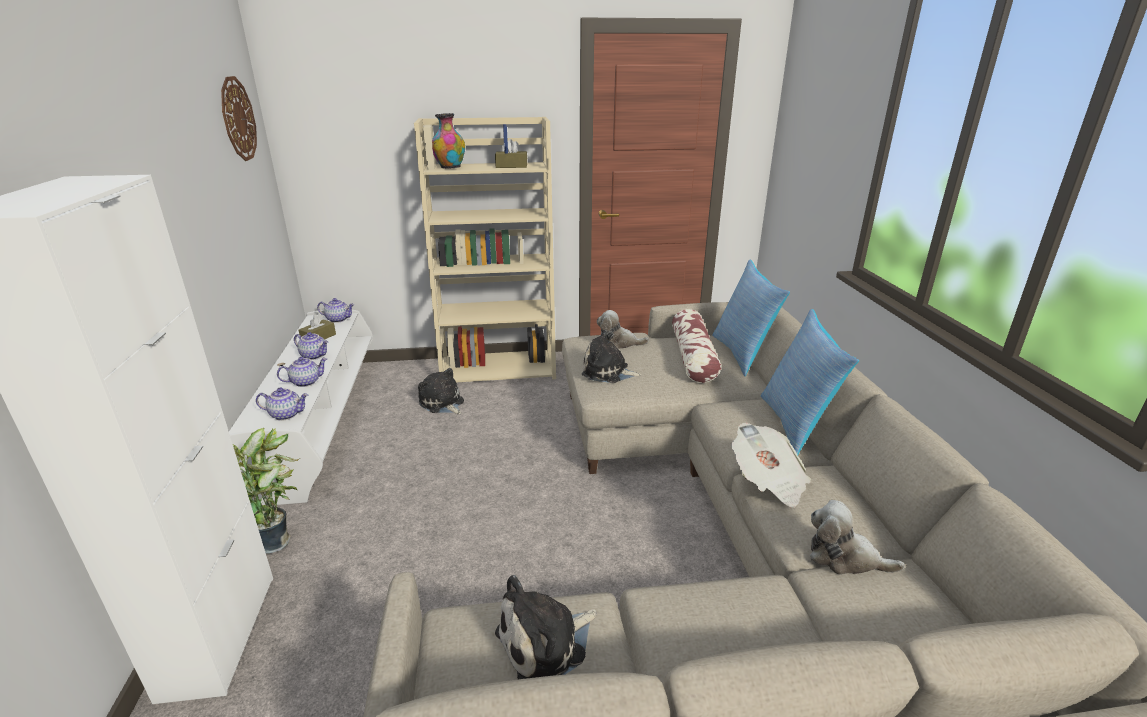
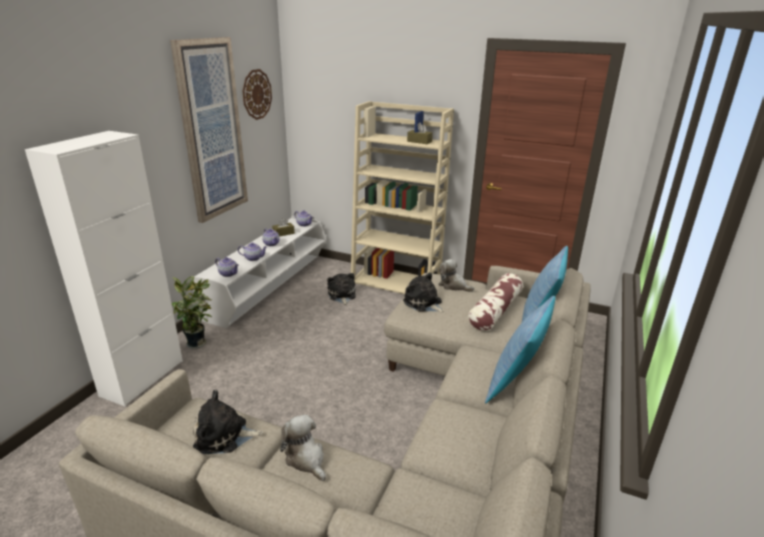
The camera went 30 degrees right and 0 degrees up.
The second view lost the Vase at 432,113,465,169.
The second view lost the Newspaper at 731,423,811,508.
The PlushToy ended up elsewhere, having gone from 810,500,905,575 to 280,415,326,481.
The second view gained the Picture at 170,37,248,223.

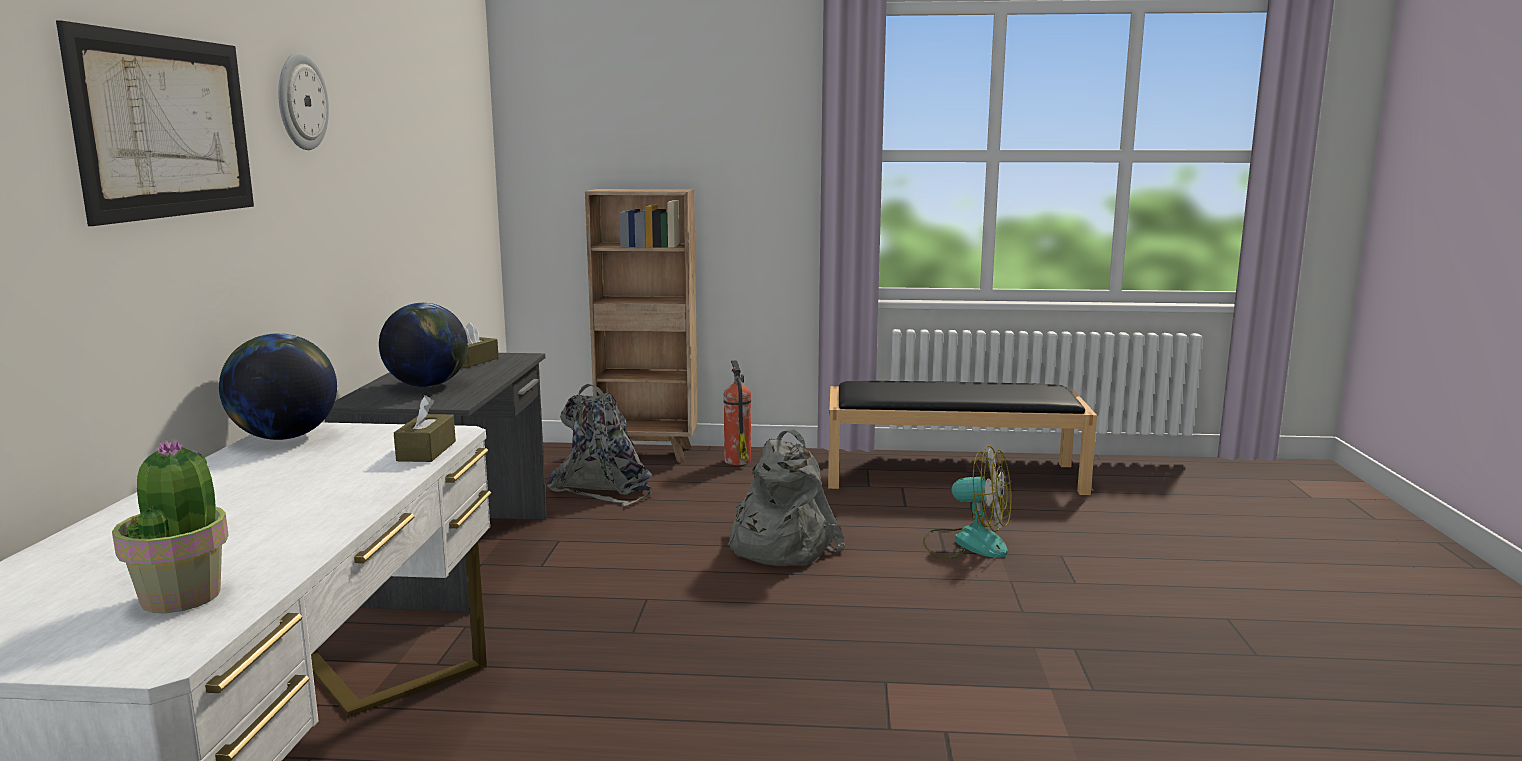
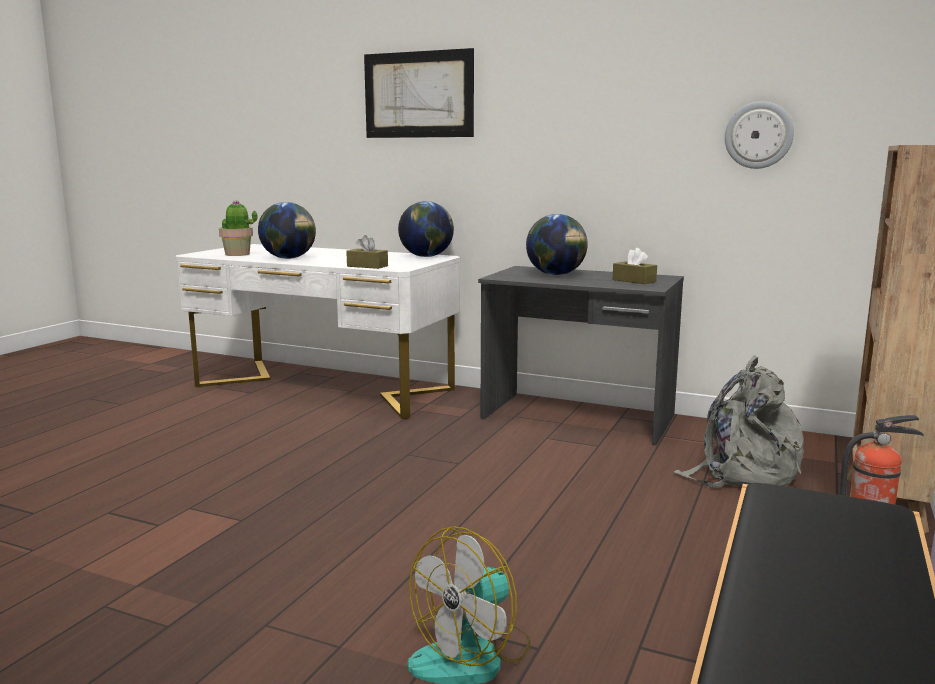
The camera went 110 degrees right and 0 degrees up.
The WallClock ended up elsewhere, having gone from 278,53,329,150 to 725,101,794,169.
The second view lost the GreyBackpack at 727,429,845,566.
The second view gained the Globe at 258,202,316,259.

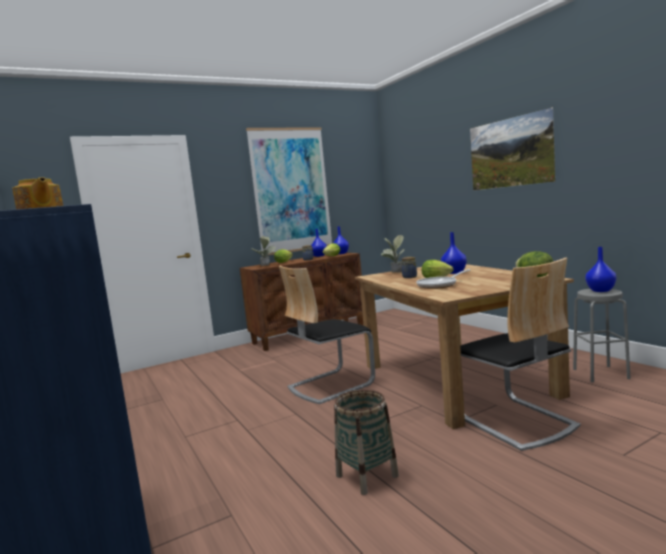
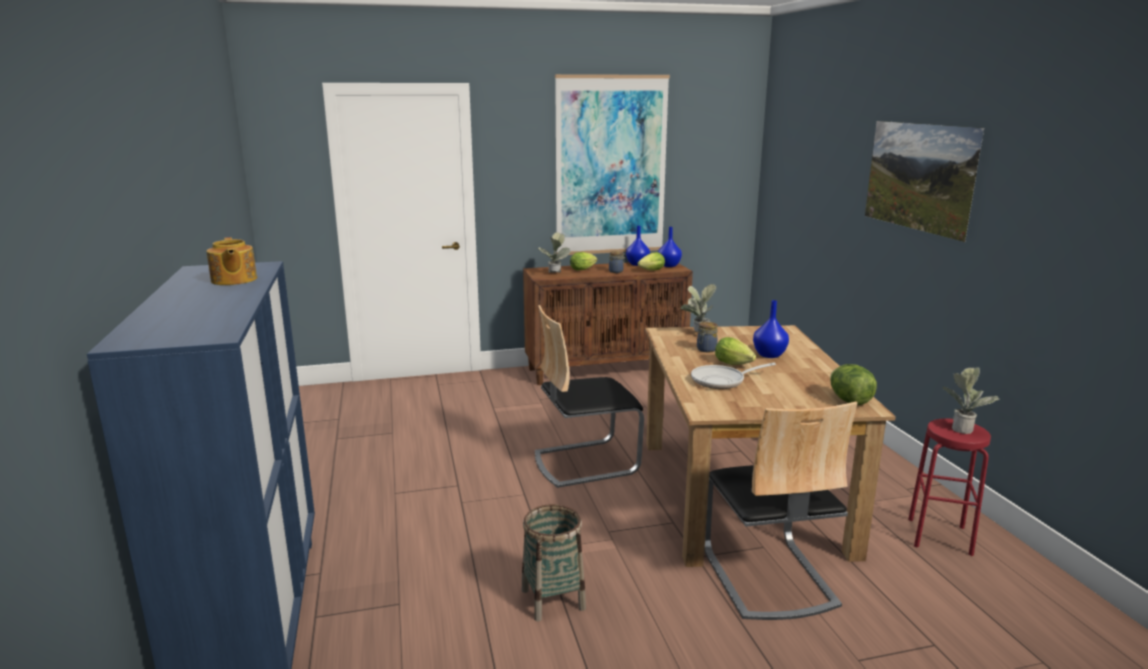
The camera went 15 degrees right and 10 degrees up.
What was the GreyStool at 573,289,631,383 turned into the RedStool at 908,418,991,556.
Where the BlueVase stood at 585,247,617,292, the PottedPlant came to stand at 943,367,1000,434.

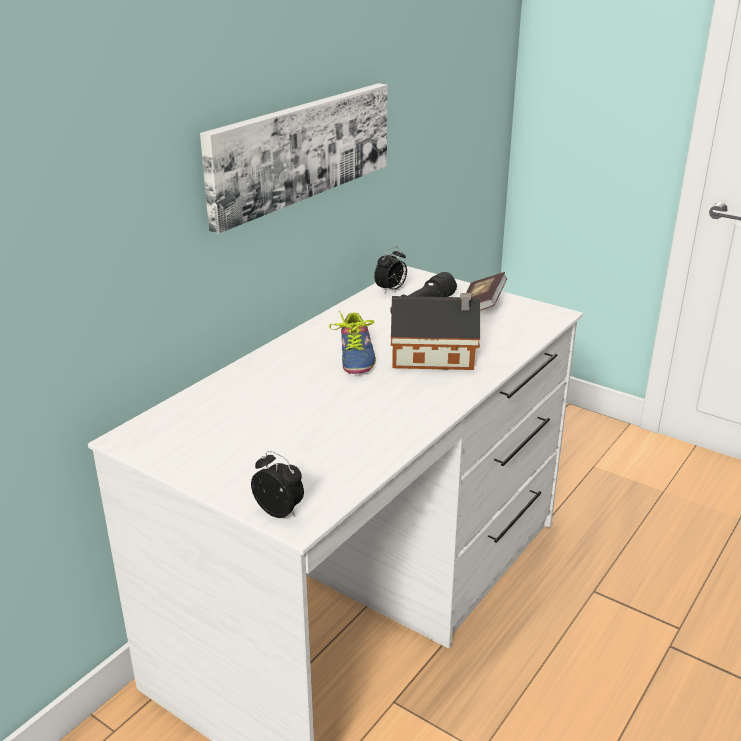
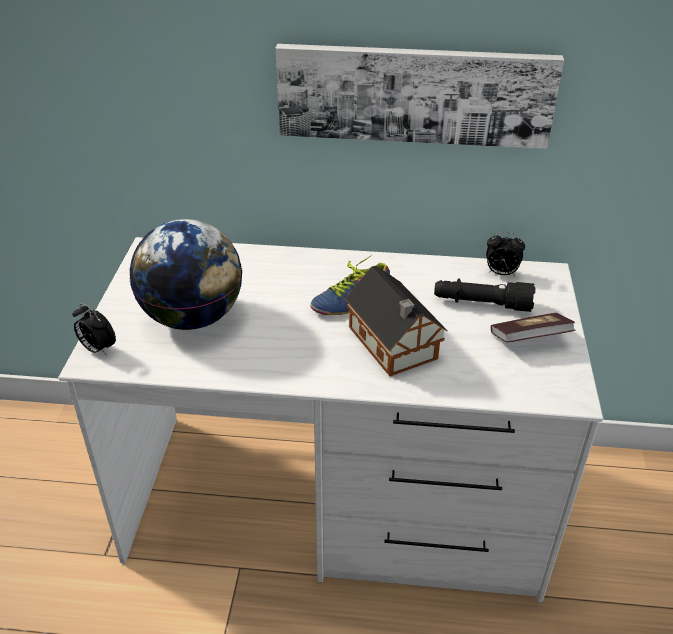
The camera went 60 degrees right and 10 degrees up.
The AlarmClock at 251,451,304,518 ended up facing another way, 120 degrees clockwise from before.
The second view gained the Globe at 130,219,242,330.

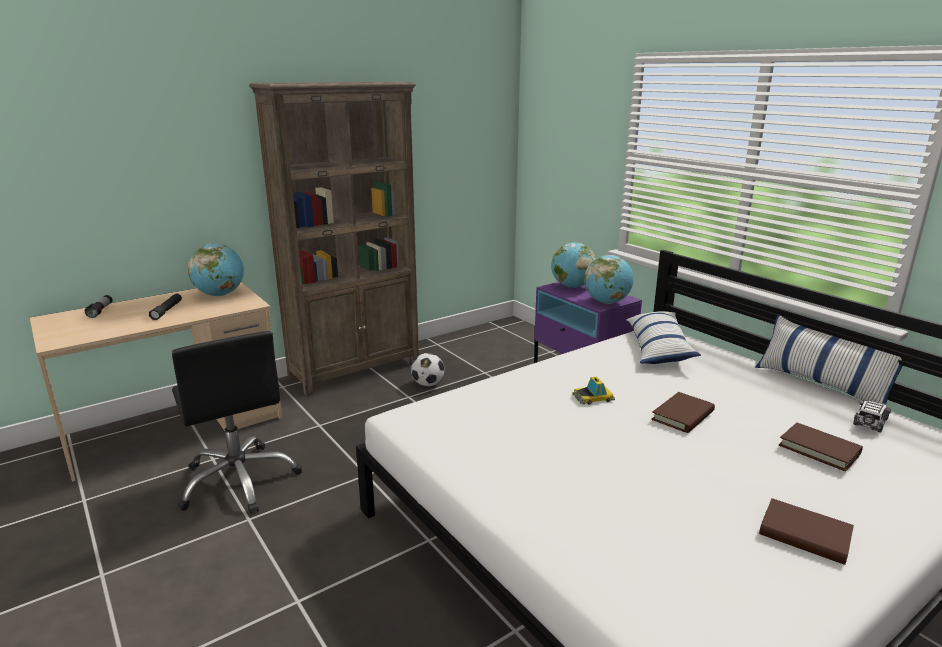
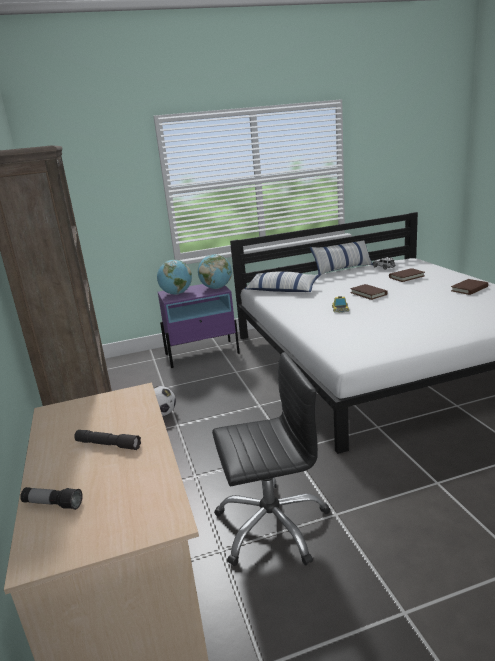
The camera went 70 degrees left and 0 degrees up.
The second view lost the Globe at 188,244,244,296.

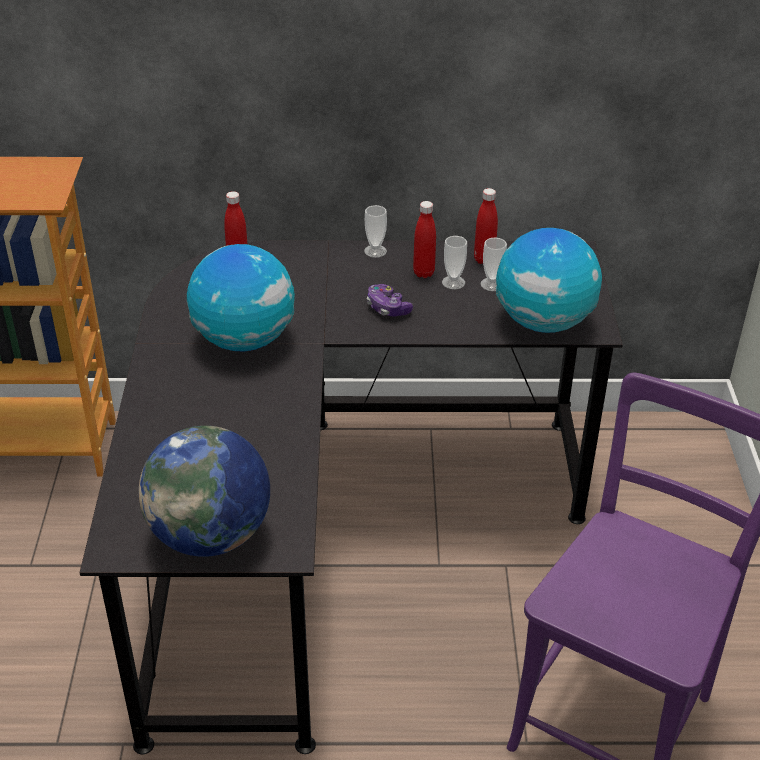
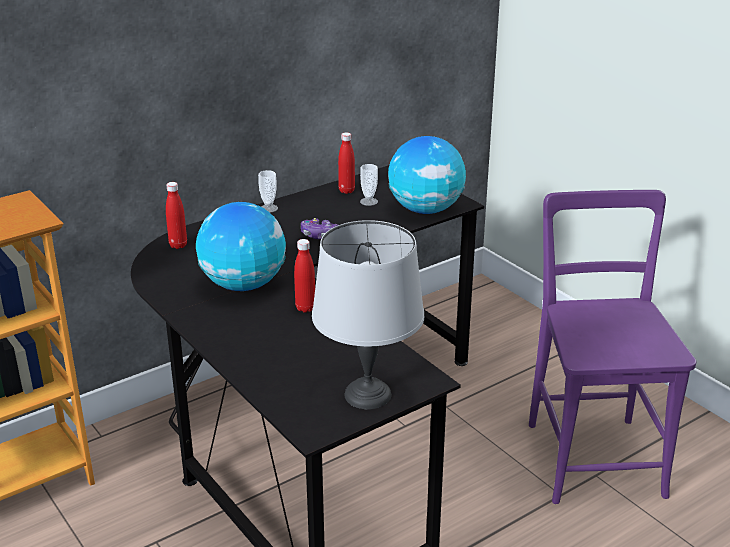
The camera went 35 degrees left and 10 degrees down.
Where the Globe stood at 139,426,270,557, the GreyTableLamp came to stand at 312,220,424,409.
The RedBottle ended up elsewhere, having gone from 413,201,436,278 to 294,239,315,312.
The second view lost the Cup at 442,236,467,289.

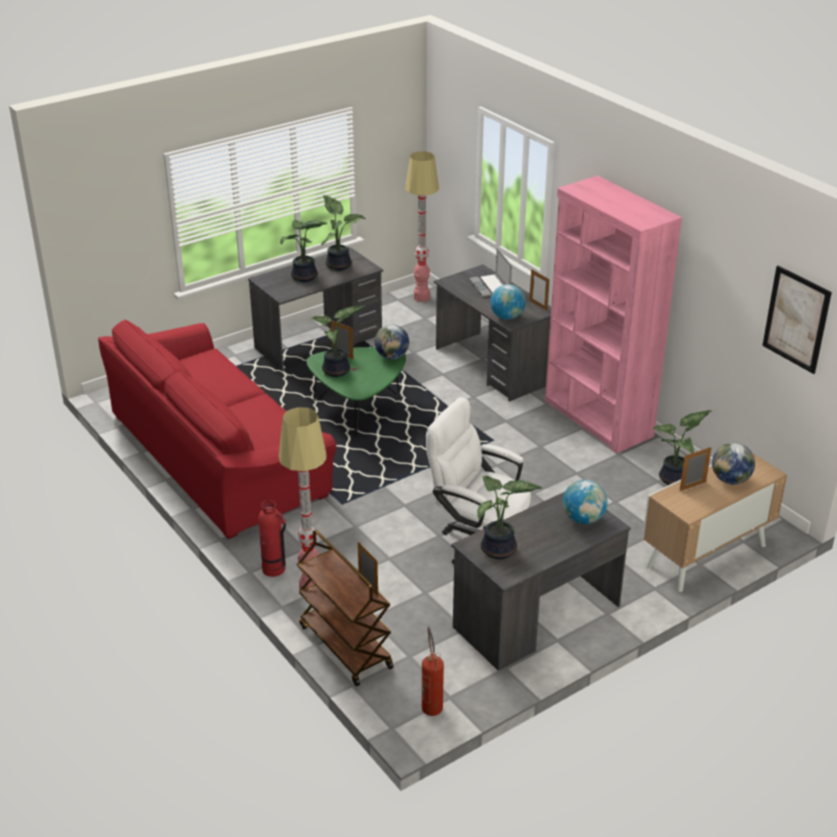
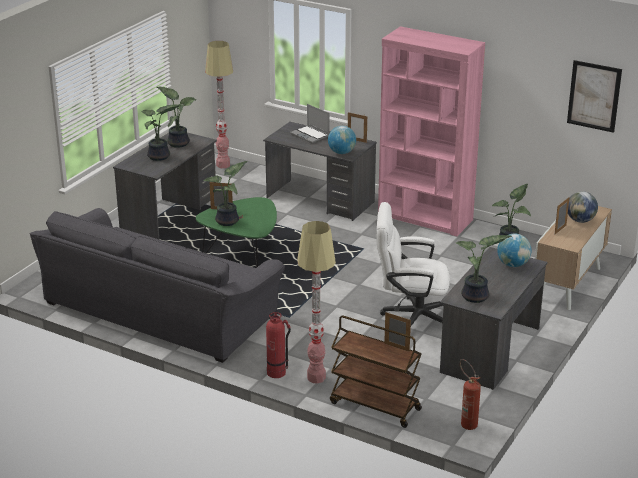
The camera went 25 degrees left and 5 degrees down.
What was the RedSofa at 98,320,337,539 turned into the GreySofa at 30,208,285,363.
The second view lost the Globe at 375,324,409,359.

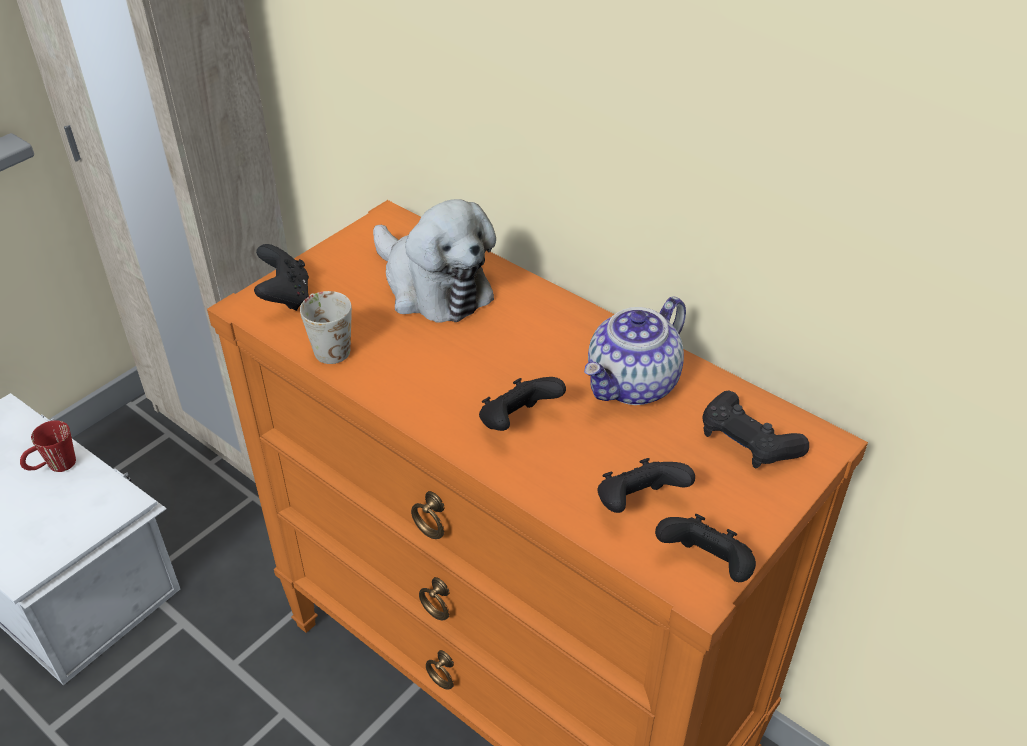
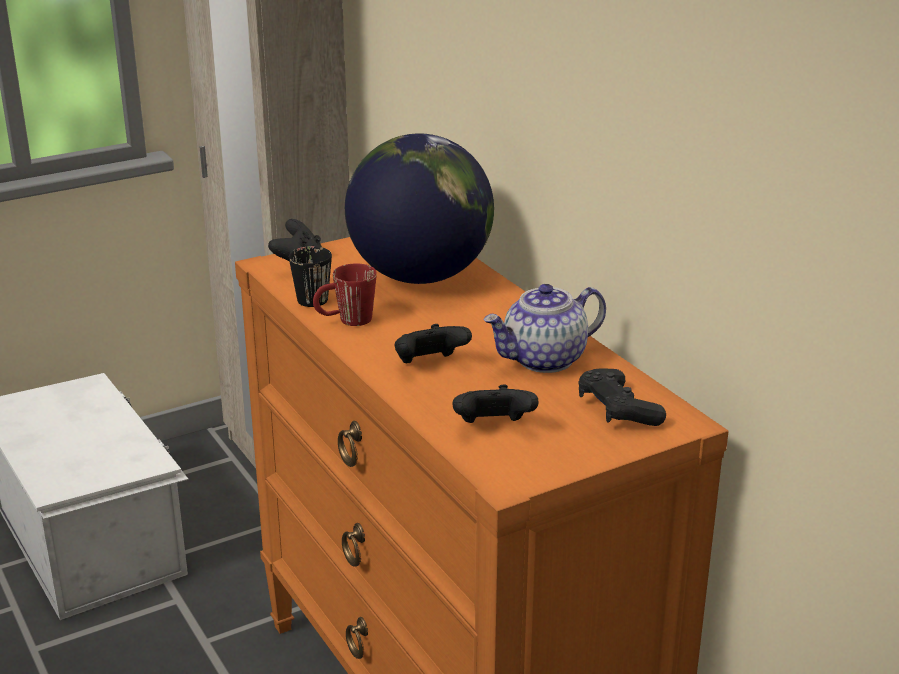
The camera went 20 degrees right and 15 degrees down.
The RedMug ended up elsewhere, having gone from 20,420,76,472 to 313,263,377,326.
What was the WhiteMug at 300,291,352,364 turned into the BlackMug at 289,246,332,307.
Where the PlushToy stood at 373,199,496,323, the Globe came to stand at 345,133,494,284.
The second view lost the BlackGameController at 655,514,756,582.

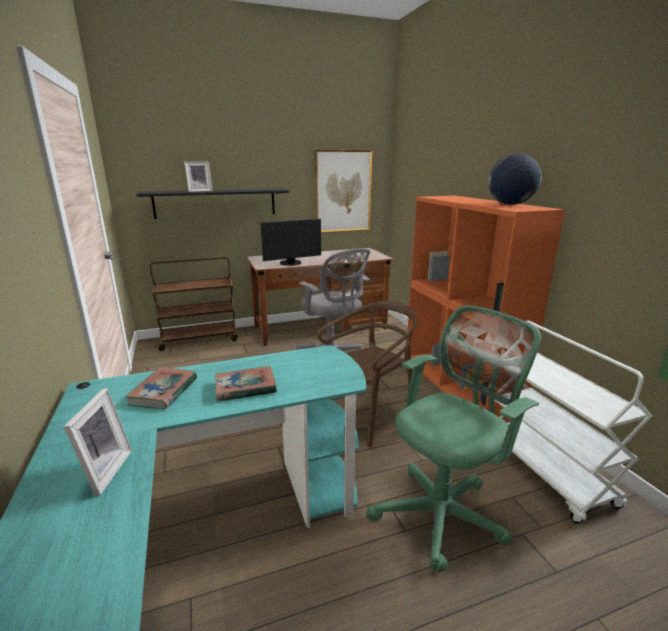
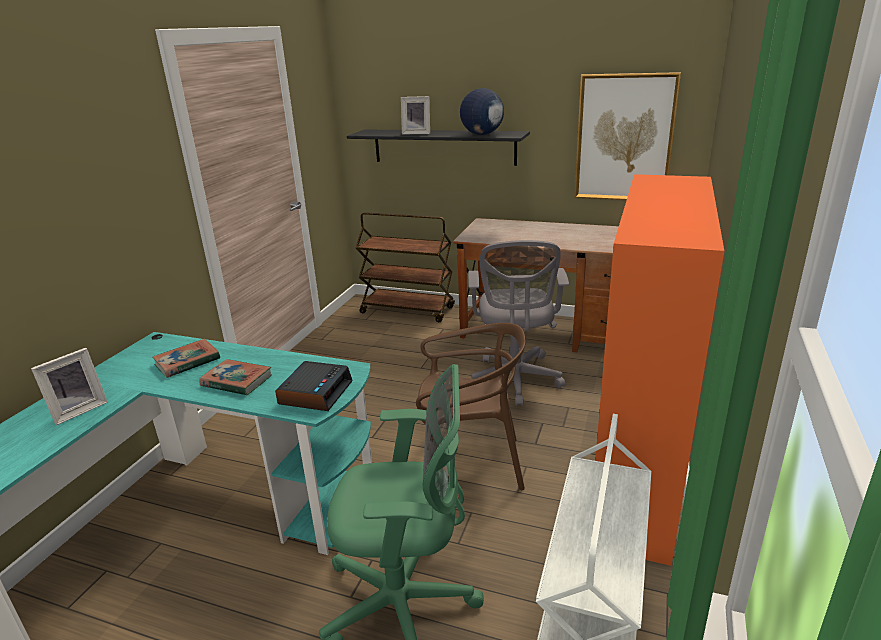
The camera went 40 degrees right and 5 degrees up.
The second view lost the Monitor at 260,219,321,266.
The Globe ended up elsewhere, having gone from 488,153,541,205 to 460,88,504,135.
The second view gained the AlarmClock at 275,361,353,411.

